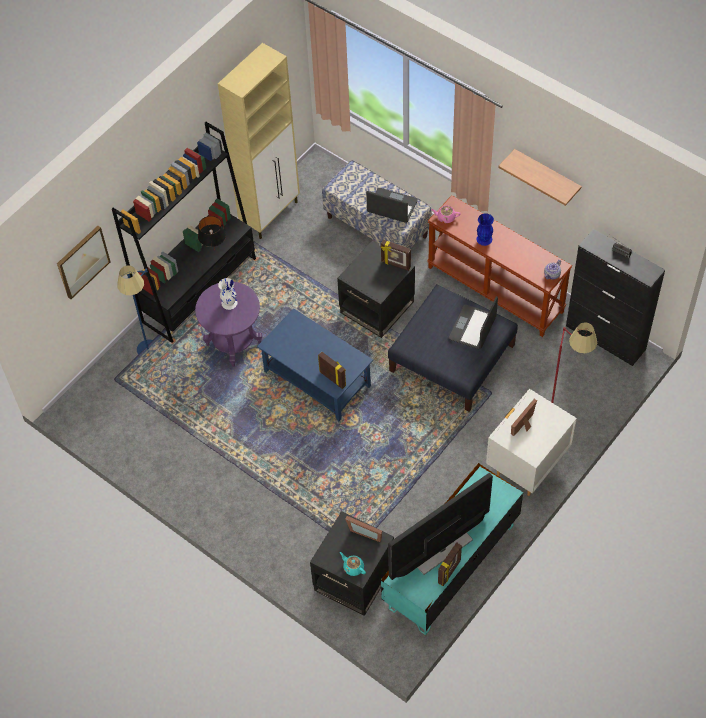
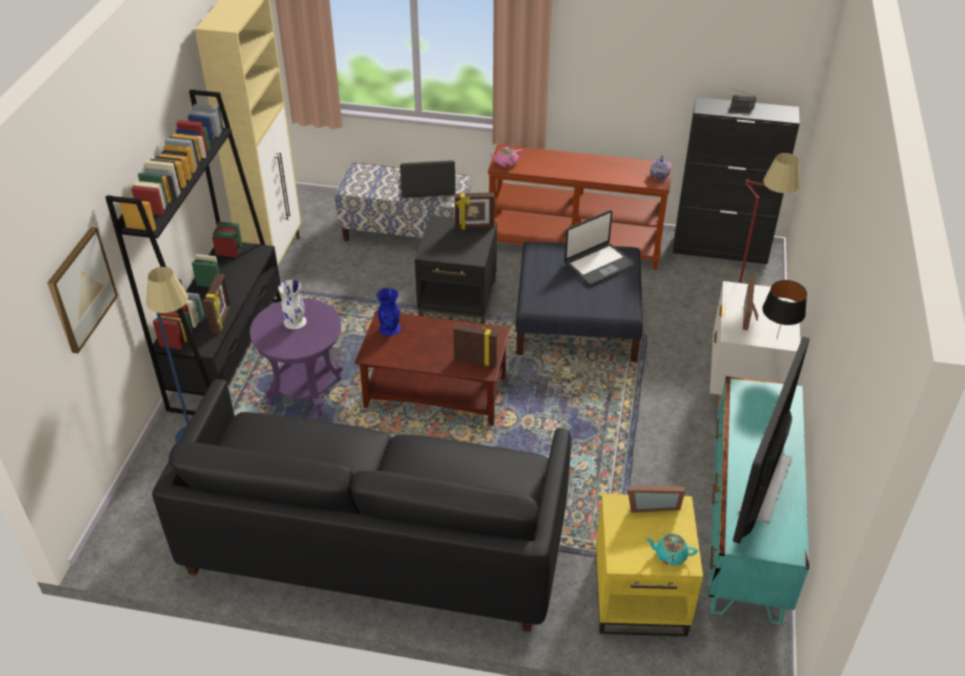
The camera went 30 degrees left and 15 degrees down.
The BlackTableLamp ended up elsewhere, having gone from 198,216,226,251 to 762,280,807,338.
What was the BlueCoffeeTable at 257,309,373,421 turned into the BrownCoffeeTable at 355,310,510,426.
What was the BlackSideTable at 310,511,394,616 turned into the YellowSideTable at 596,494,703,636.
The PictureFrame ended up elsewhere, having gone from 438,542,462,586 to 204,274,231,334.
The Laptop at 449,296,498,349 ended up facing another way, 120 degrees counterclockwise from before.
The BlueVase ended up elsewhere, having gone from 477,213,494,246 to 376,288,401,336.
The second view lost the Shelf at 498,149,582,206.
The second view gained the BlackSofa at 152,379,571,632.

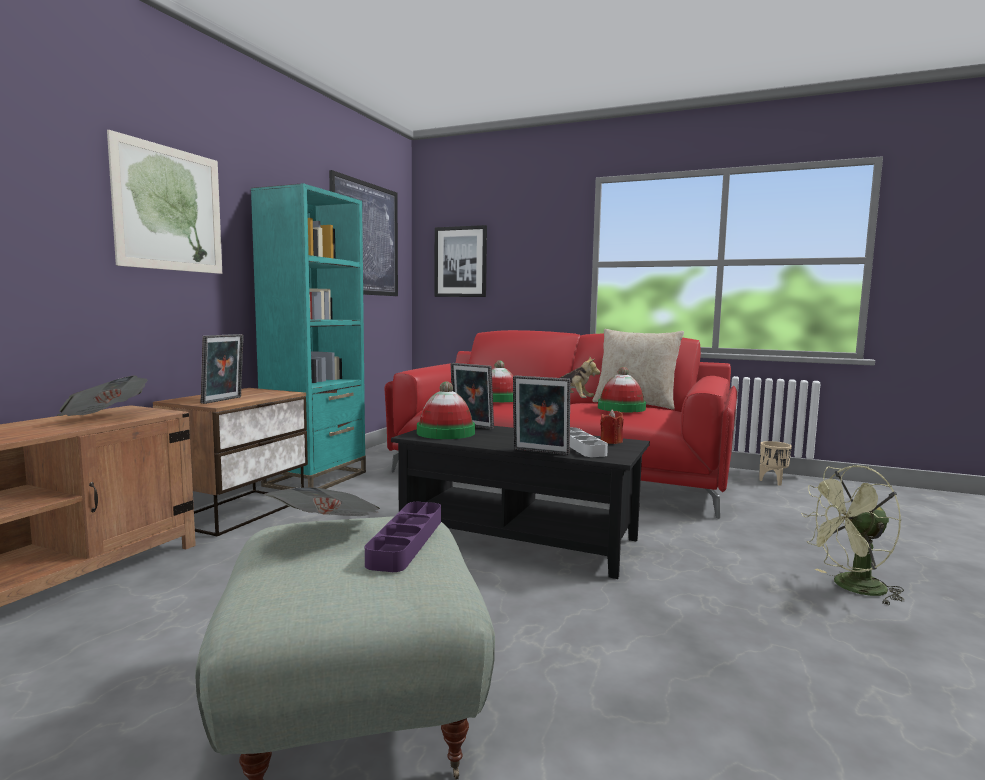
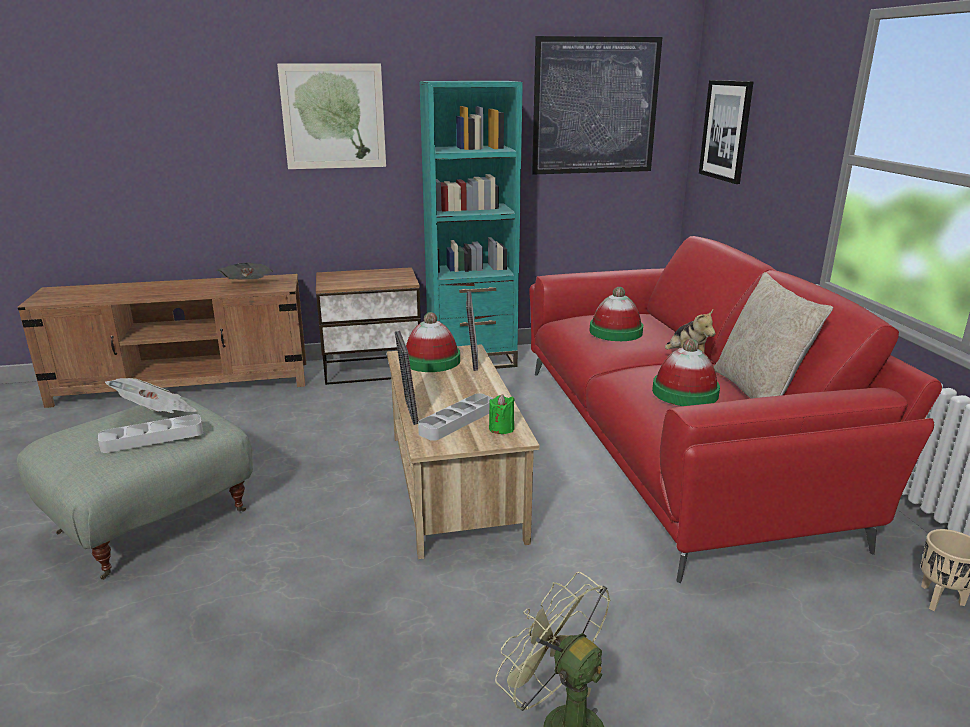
The camera went 55 degrees right and 15 degrees up.
The second view lost the PictureFrame at 201,334,244,404.
What was the PurpleTray at 365,502,441,572 turned into the GreyTray at 98,414,203,453.
What was the BlackCoffeeTable at 391,426,650,579 turned into the BeigeCoffeeTable at 387,344,540,559.
What was the RedCandle at 600,410,624,444 turned into the GreenCandle at 489,394,515,434.

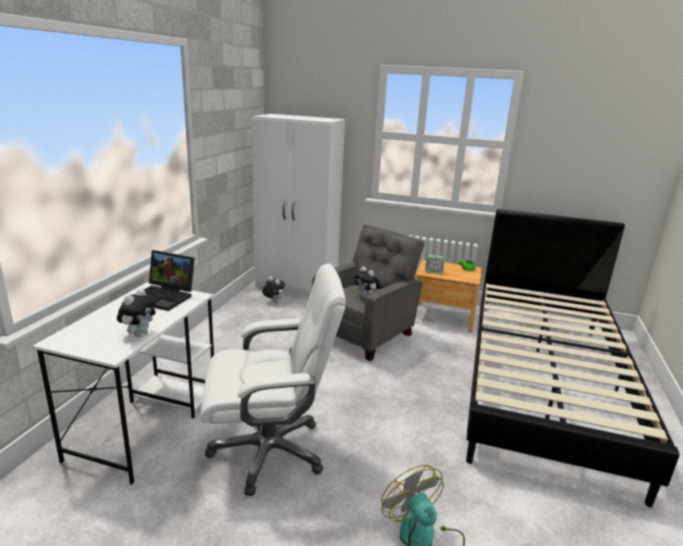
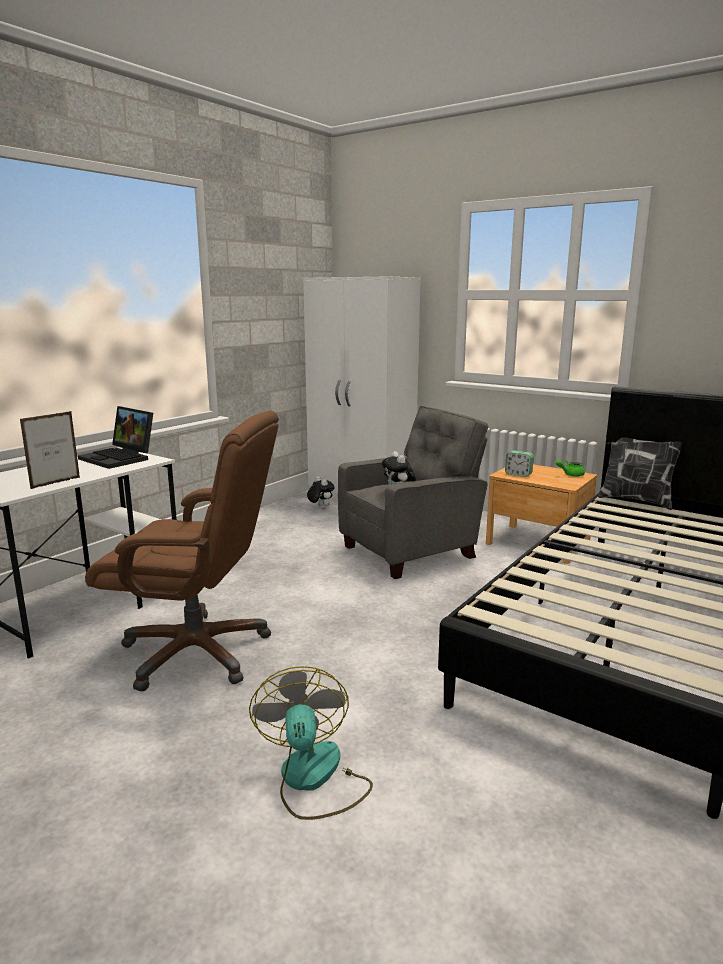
The camera went 20 degrees right and 5 degrees down.
Where the PlushToy stood at 117,288,157,337, the PictureFrame came to stand at 20,411,80,489.
What was the WhiteOfficeChair at 200,263,346,496 turned into the BrownOfficeChair at 85,411,279,692.
The second view gained the Pillow at 598,435,682,510.

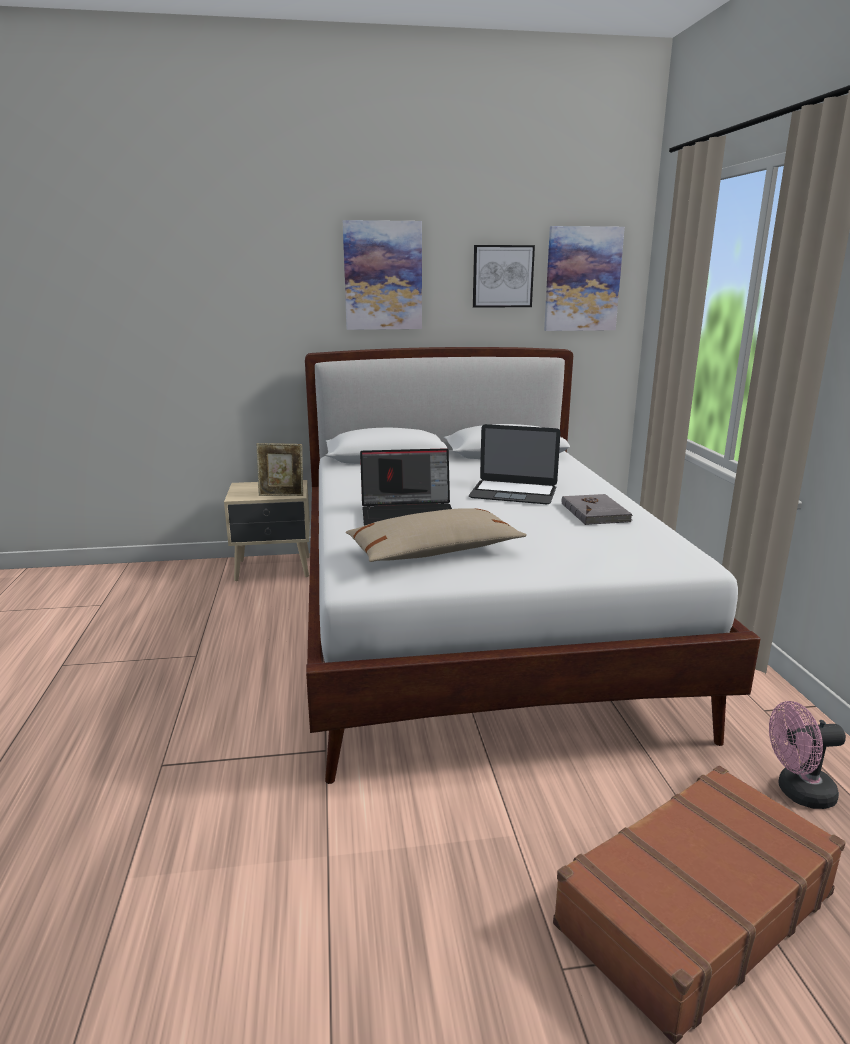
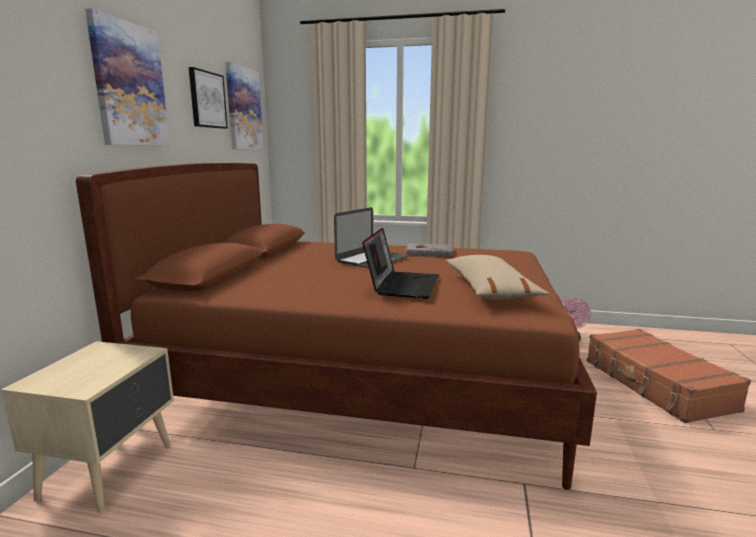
The camera went 70 degrees left and 5 degrees down.
The second view lost the PictureFrame at 257,443,303,496.
What was the WhiteBed at 305,347,761,784 turned into the BrownBed at 76,163,597,490.

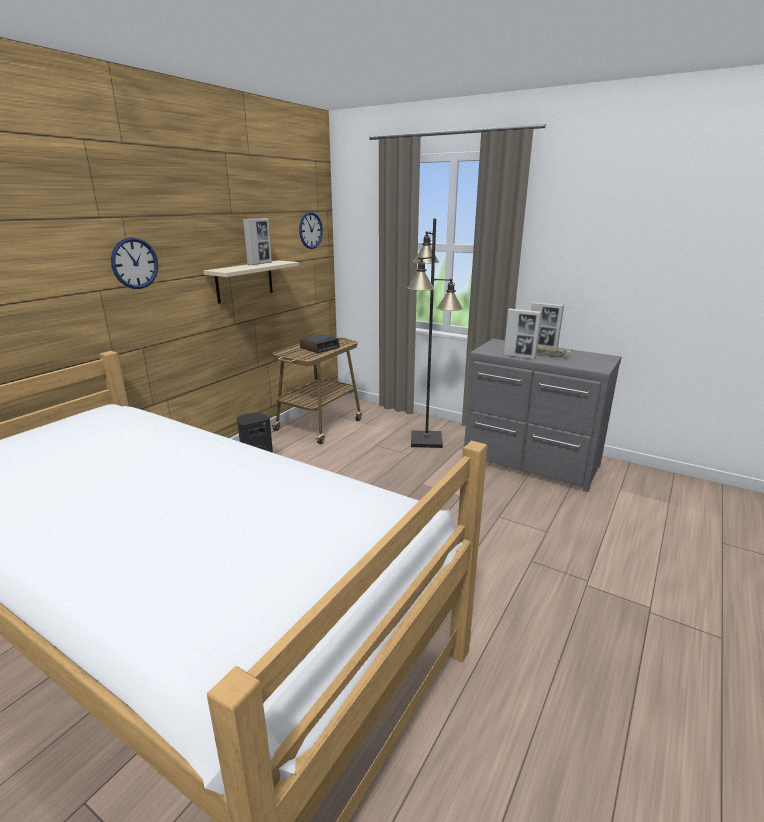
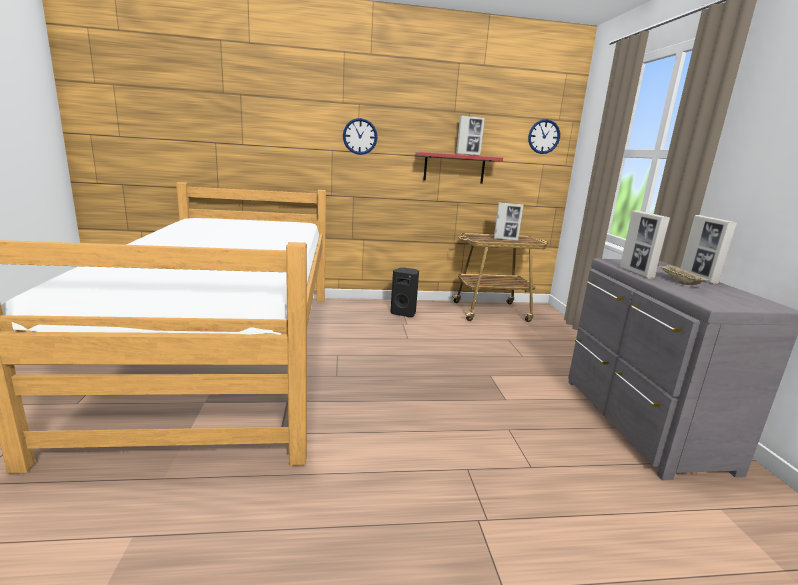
The camera went 50 degrees right and 5 degrees down.
What was the BeigeShelf at 204,260,299,304 turned into the RedShelf at 415,152,503,184.
Where the AlarmClock stood at 300,334,340,353, the PictureFrame came to stand at 494,202,524,241.
The second view lost the BlackFloorLamp at 407,218,463,448.

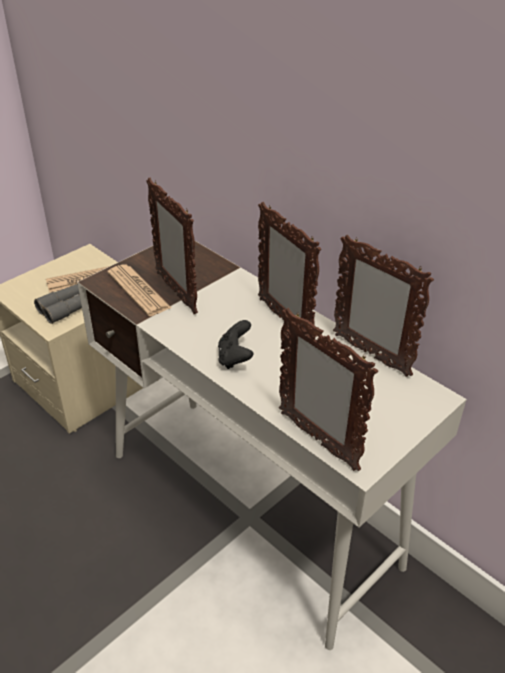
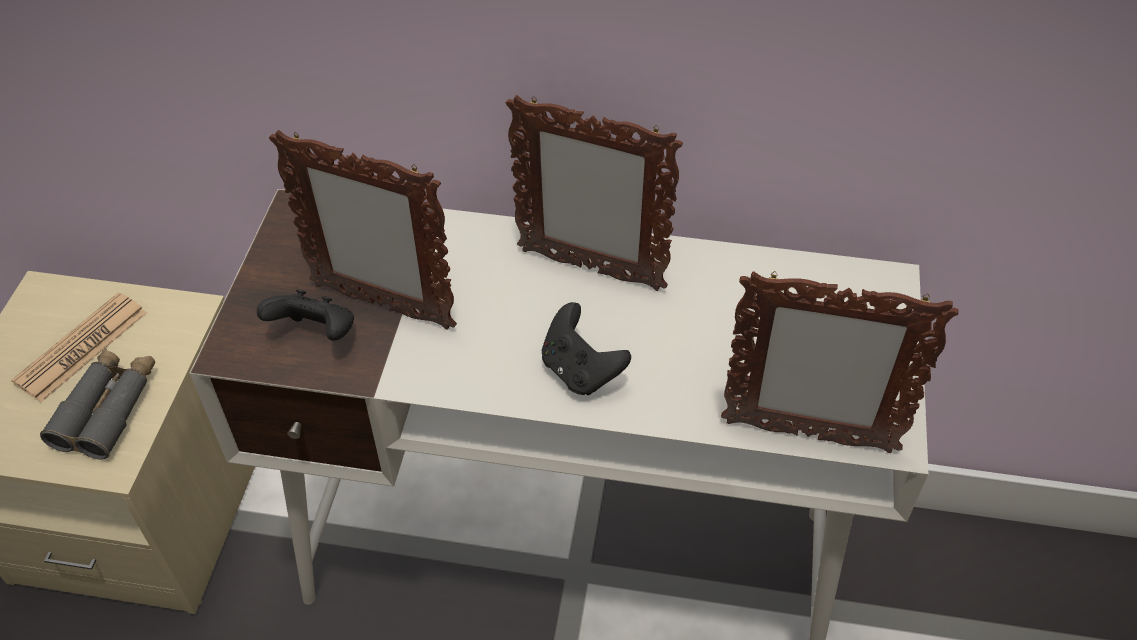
The camera went 35 degrees left and 10 degrees up.
Where the Newspaper stood at 107,264,171,316, the BlackGameController came to stand at 257,289,354,341.
The second view lost the PictureFrame at 333,234,434,377.

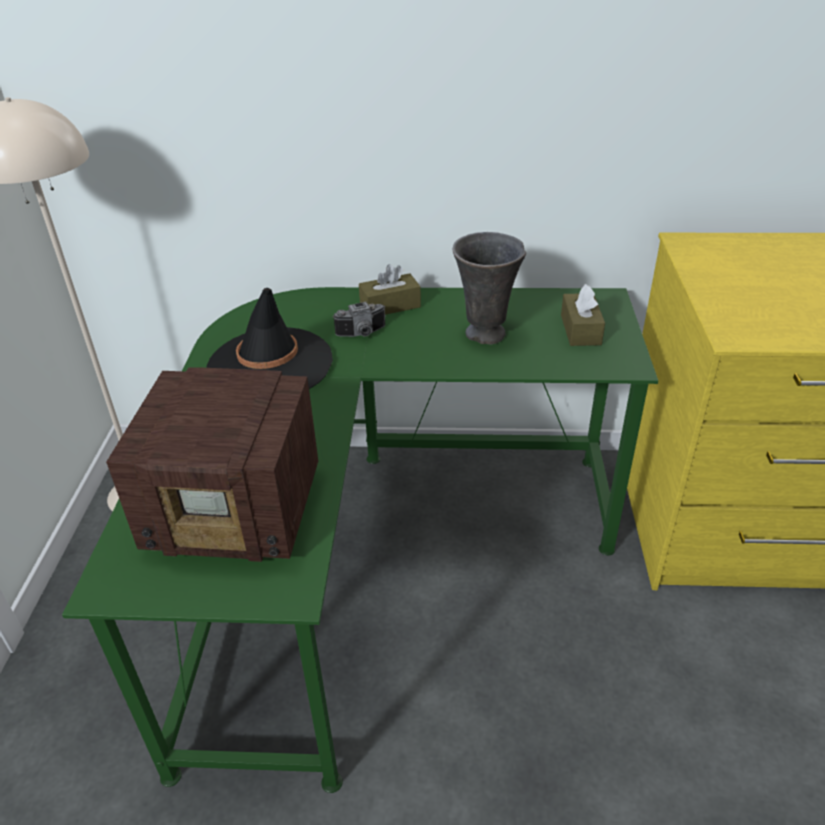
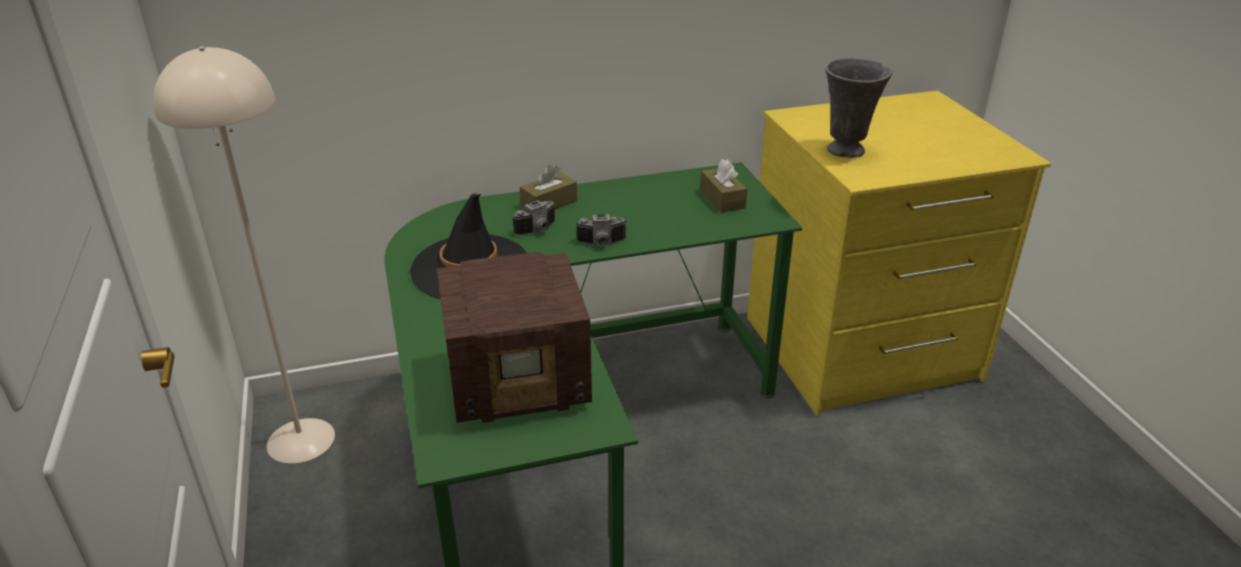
The camera went 20 degrees left and 5 degrees down.
The GreyVase ended up elsewhere, having gone from 453,232,526,344 to 825,58,892,158.
The second view gained the PhotoCamera at 575,214,627,246.

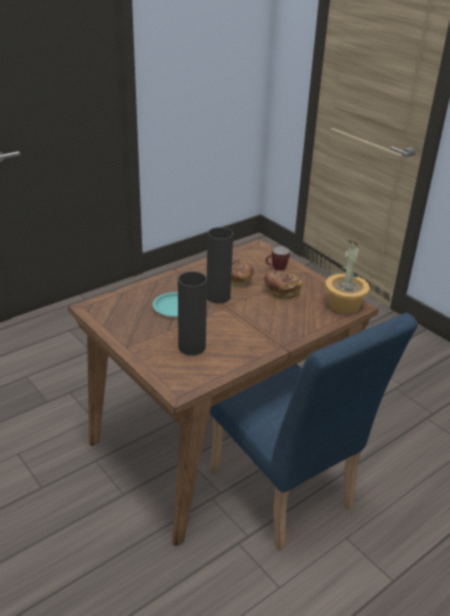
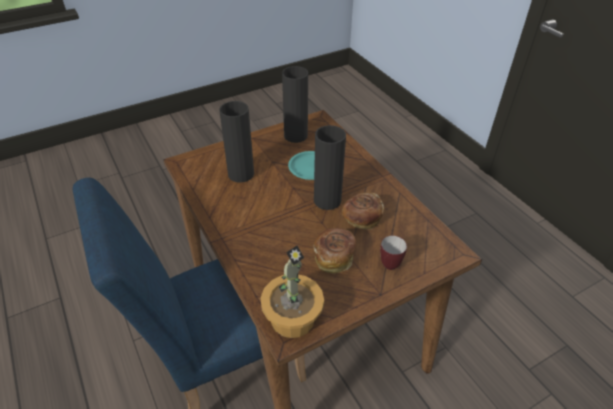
The camera went 100 degrees right and 10 degrees up.
The second view gained the BlackVase at 282,66,308,143.

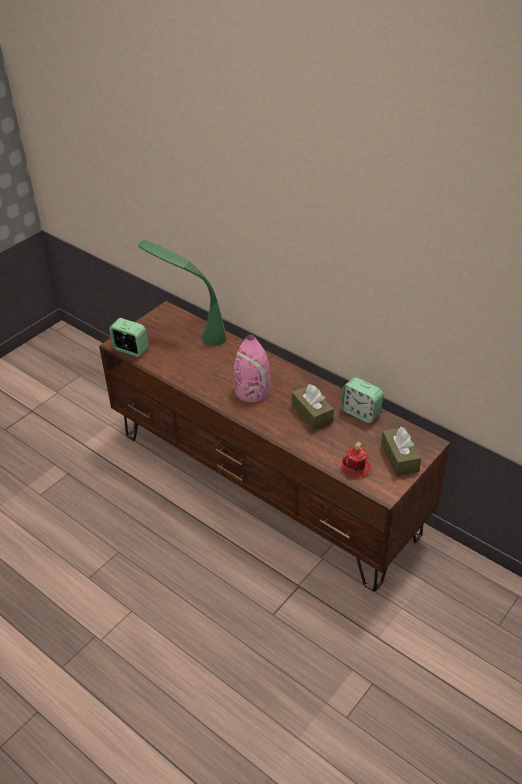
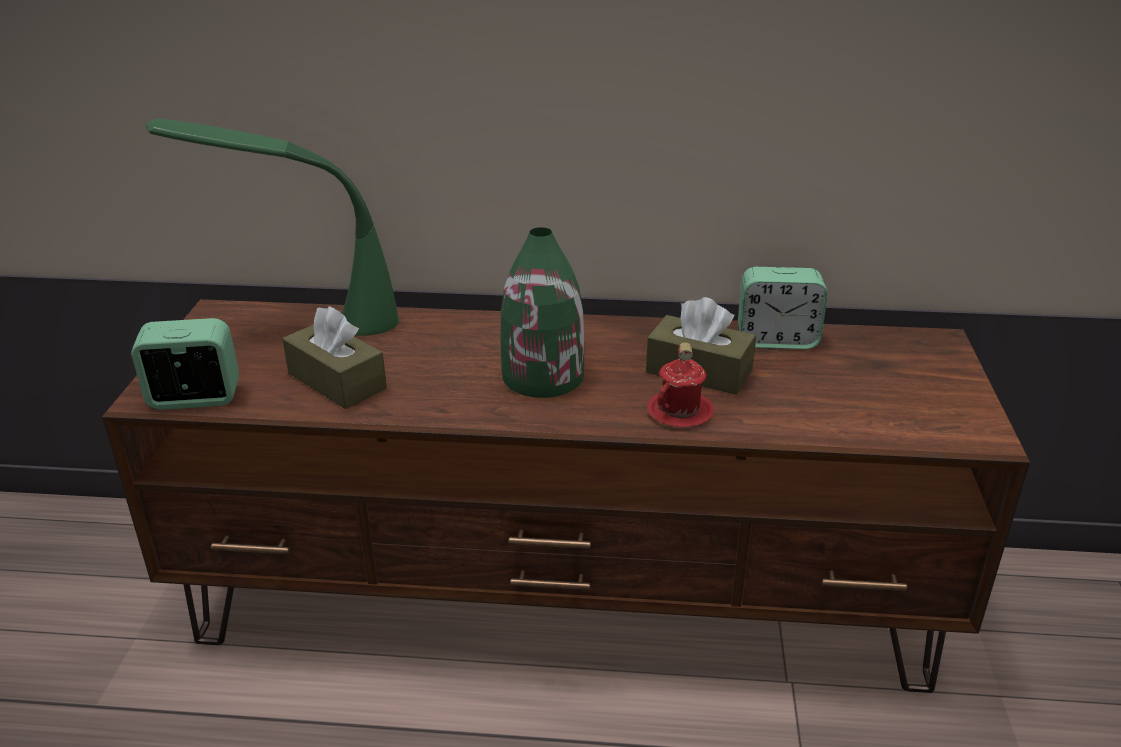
The camera went 35 degrees left and 10 degrees down.
What was the PinkVase at 234,335,270,402 turned into the GreenVase at 500,227,584,398.
The RedMug ended up elsewhere, having gone from 341,442,371,478 to 647,342,714,427.
The BrownTissueBox ended up elsewhere, having gone from 381,427,421,476 to 282,306,387,409.

